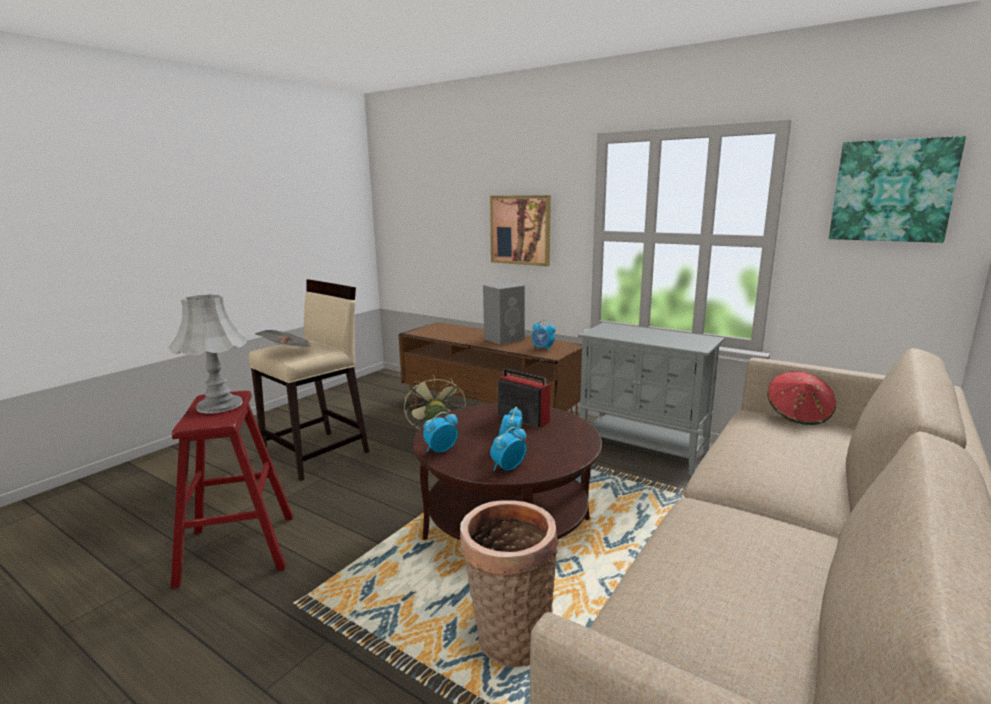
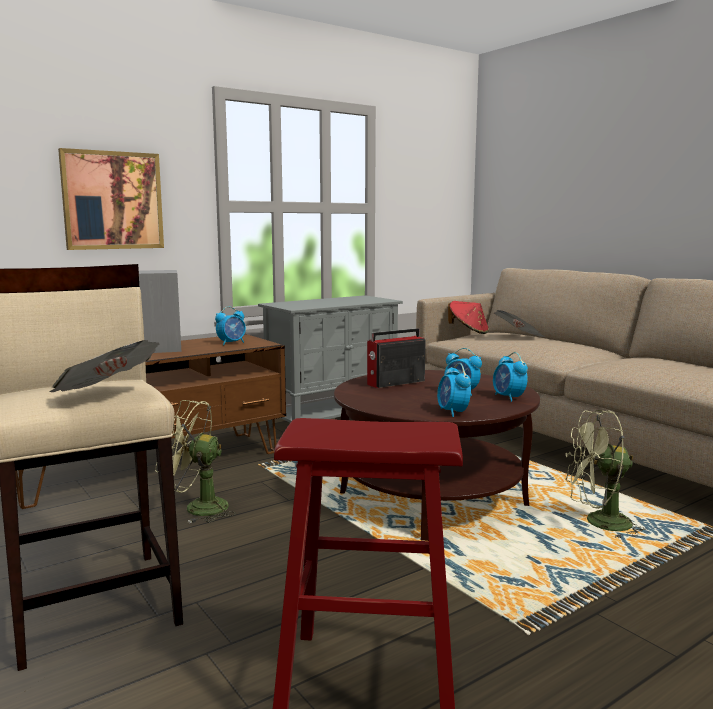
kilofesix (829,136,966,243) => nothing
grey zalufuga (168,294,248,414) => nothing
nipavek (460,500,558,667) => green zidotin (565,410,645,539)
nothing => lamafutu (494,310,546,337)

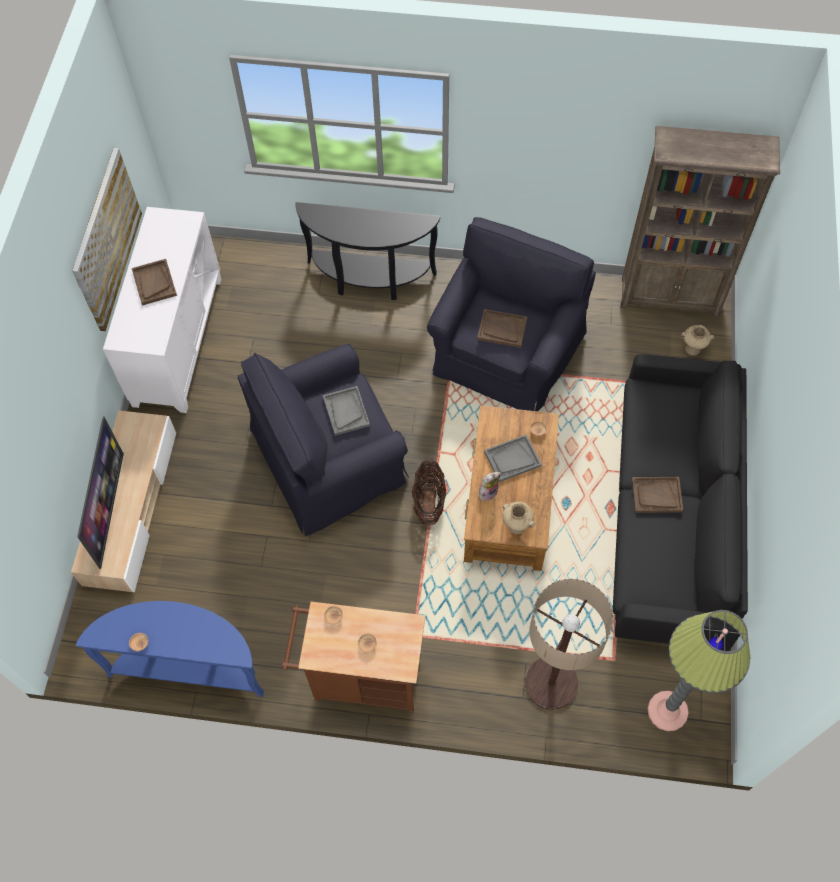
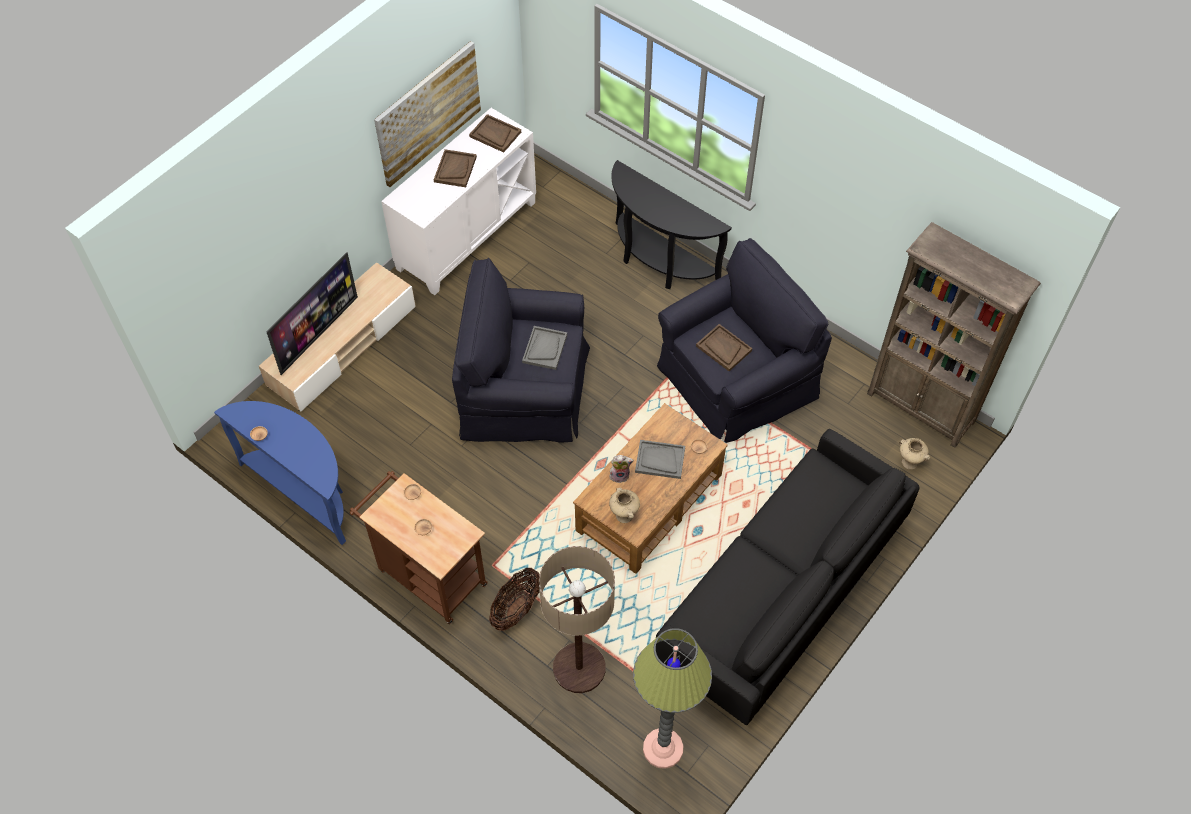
nipavek (412,460,446,525) => nipavek (489,568,540,631), shifted
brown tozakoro (632,477,683,513) => brown tozakoro (469,114,521,153), shifted

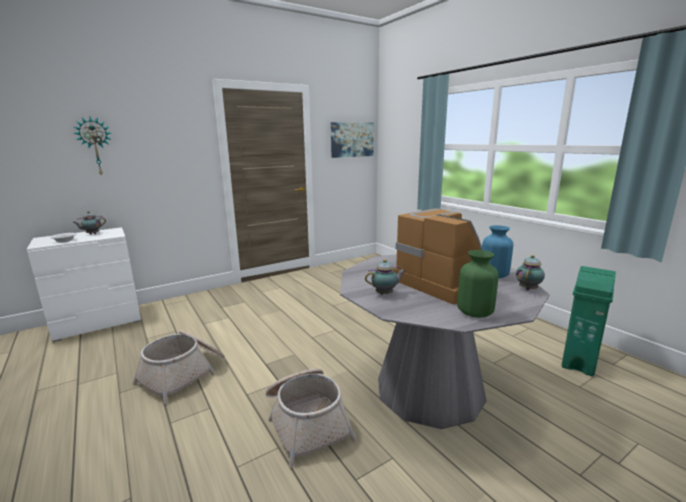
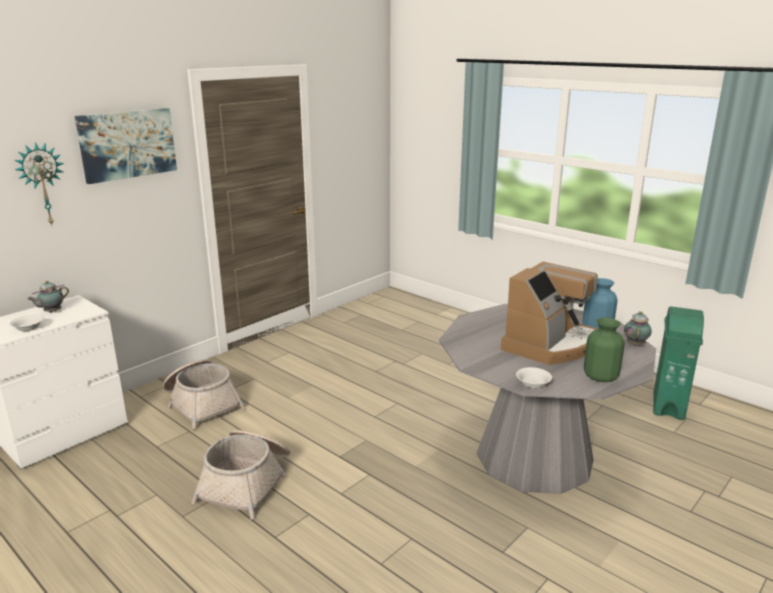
kilofesix (331,122,374,158) => kilofesix (75,108,177,184), shifted
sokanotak (394,208,482,305) => sokanotak (501,262,598,365), 90 degrees clockwise
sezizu (365,259,405,295) => nothing
nipavek (266,368,357,468) => nipavek (163,359,246,430), shifted
nothing => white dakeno (516,367,552,388)

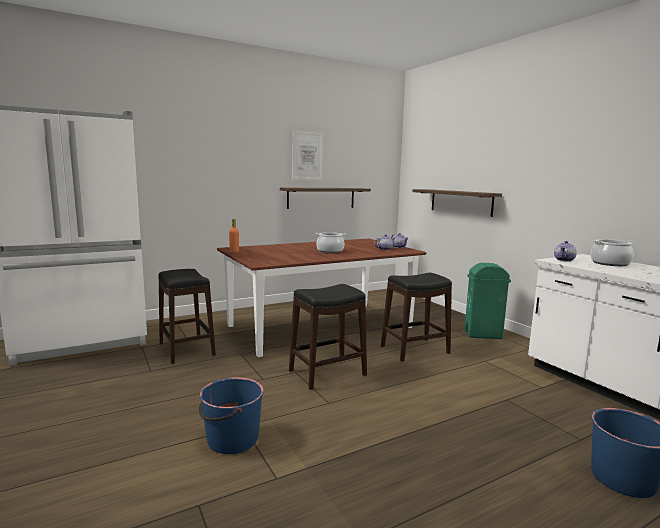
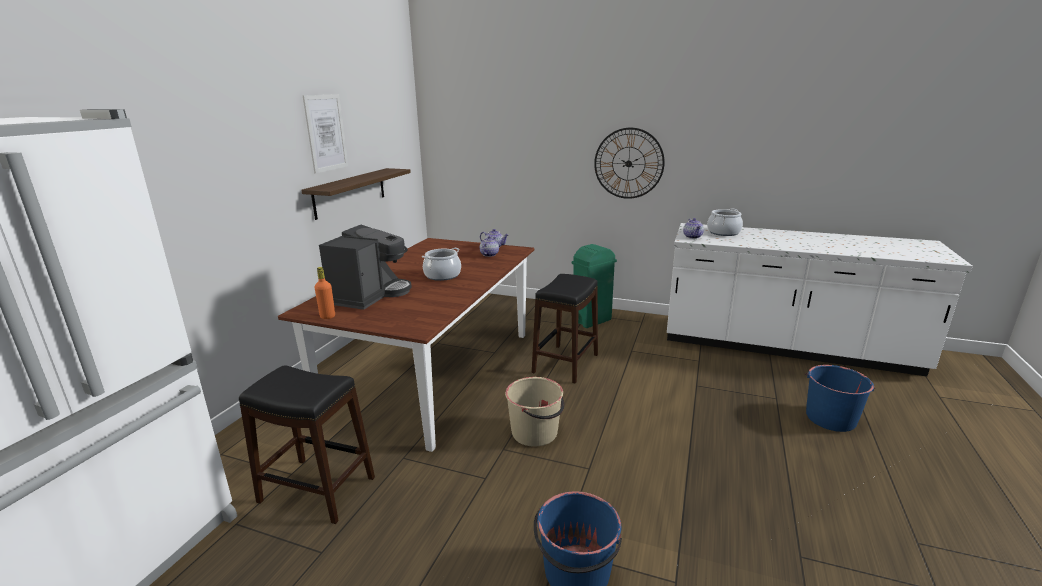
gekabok (412,189,502,217) => nothing
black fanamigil (289,284,367,390) => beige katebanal (505,377,564,447)
nothing => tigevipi (594,128,665,199)
nothing => sokanotak (319,225,412,310)

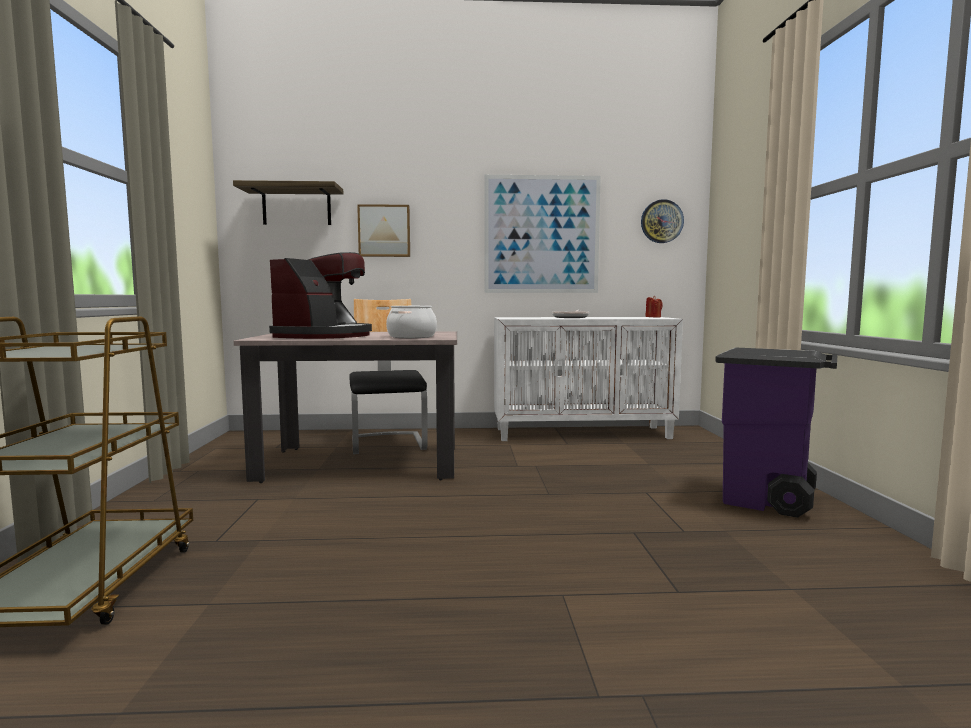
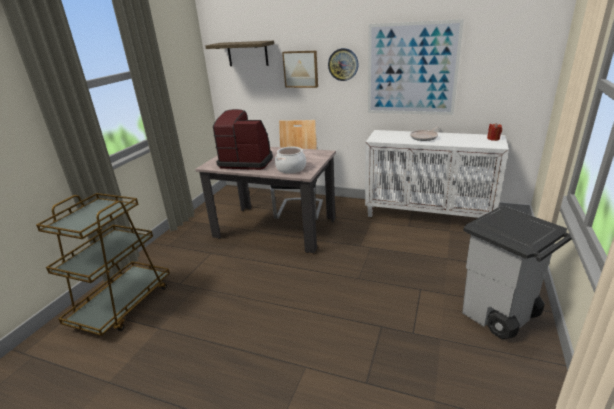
tigevipi (641,199,684,243) => tigevipi (328,48,359,81), shifted
sokanotak (269,252,372,339) => sokanotak (213,109,273,170), 120 degrees counterclockwise
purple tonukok (715,347,838,518) => grey tonukok (462,206,572,339)

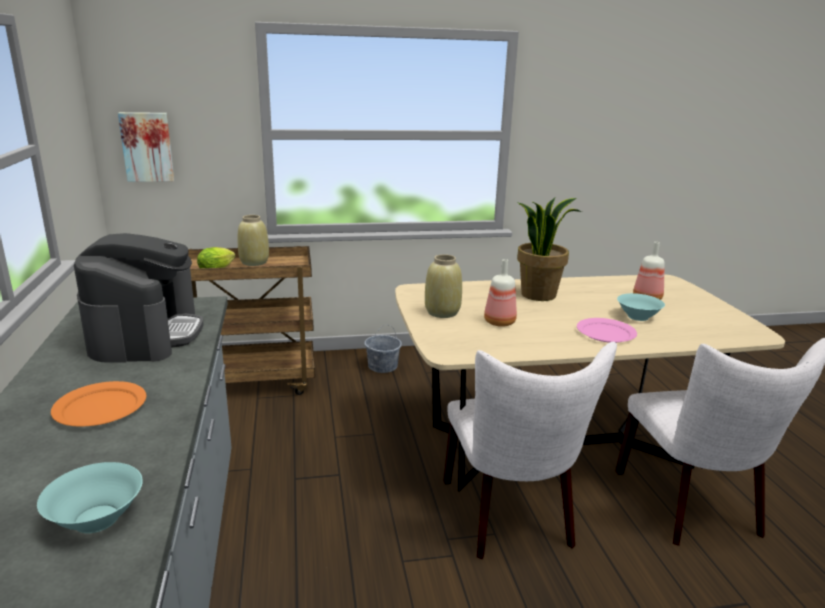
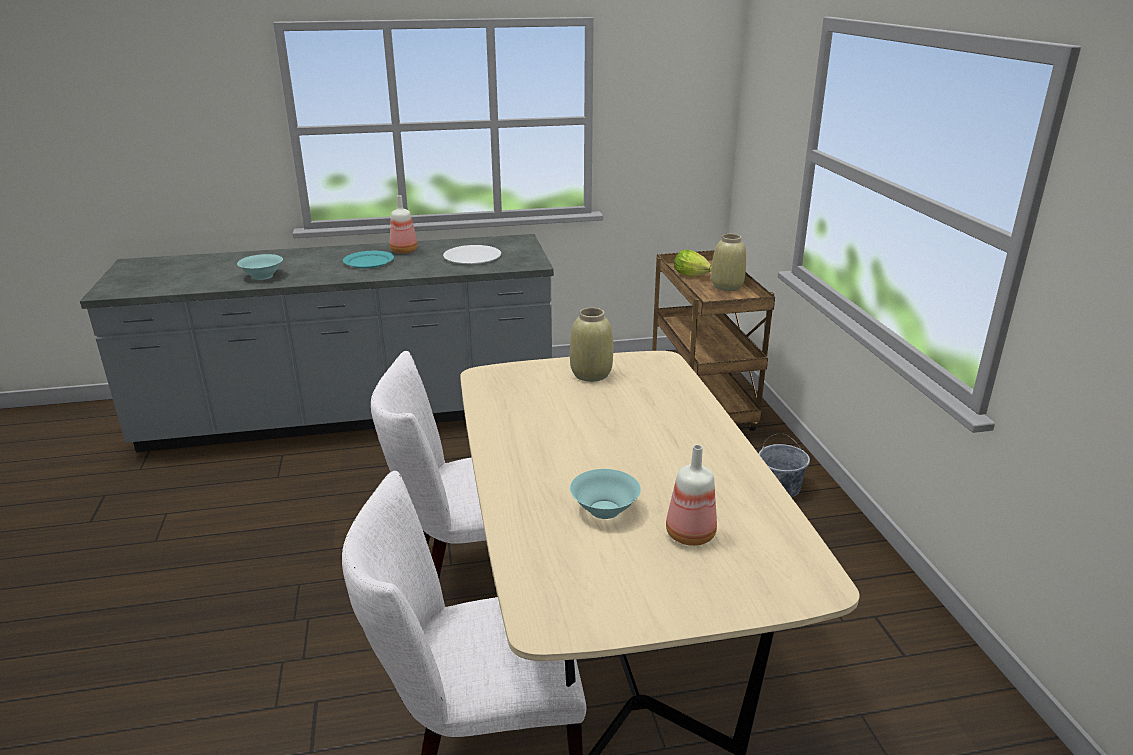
kilofesix (118,112,174,182) => nothing
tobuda (517,198,582,301) => nothing
sokanotak (74,233,204,363) => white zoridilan (443,245,501,264)
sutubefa (484,259,517,327) => sutubefa (390,195,418,254), shifted
pink zoridilan (577,318,637,343) => nothing
orange zoridilan (51,381,146,427) => turquoise zoridilan (343,251,394,268)

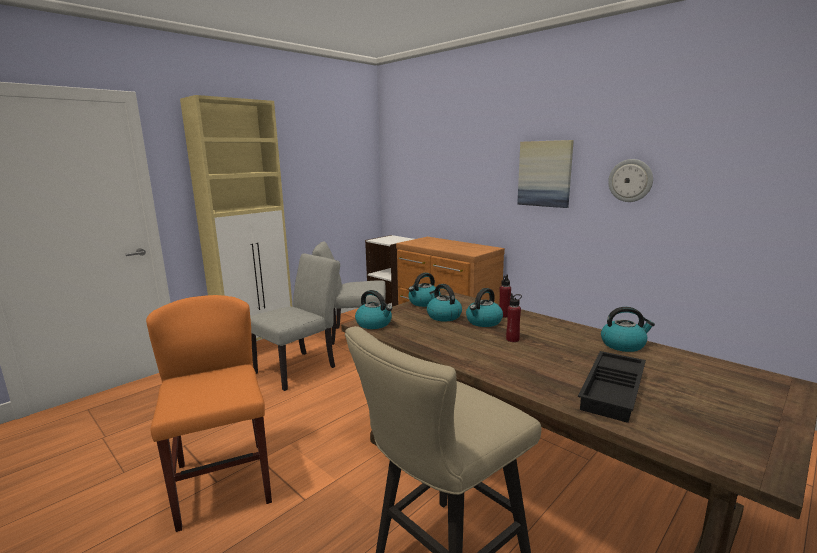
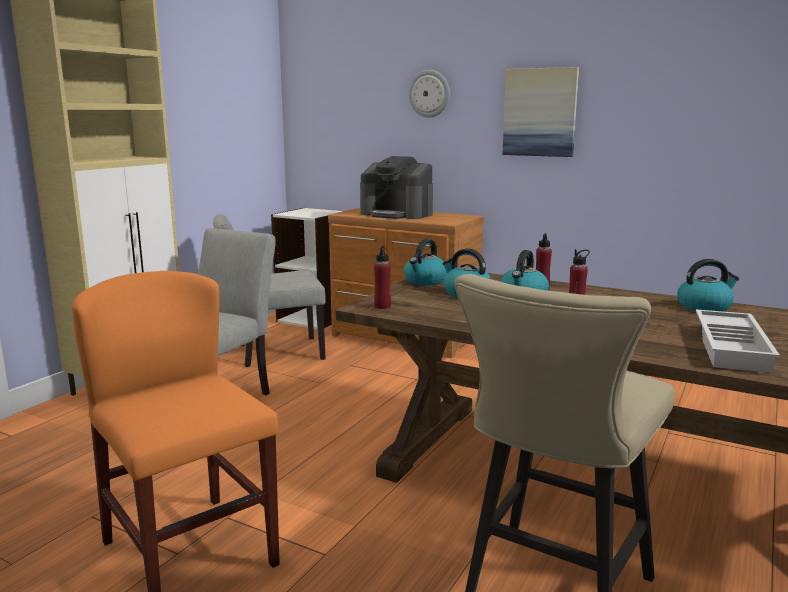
tigevipi (608,159,653,202) => tigevipi (408,70,450,118), shifted
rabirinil (355,290,392,329) => red sutubefa (374,245,391,309)
black tozakoro (578,351,646,423) => white tozakoro (696,309,780,373)
nothing => sokanotak (360,156,433,219)

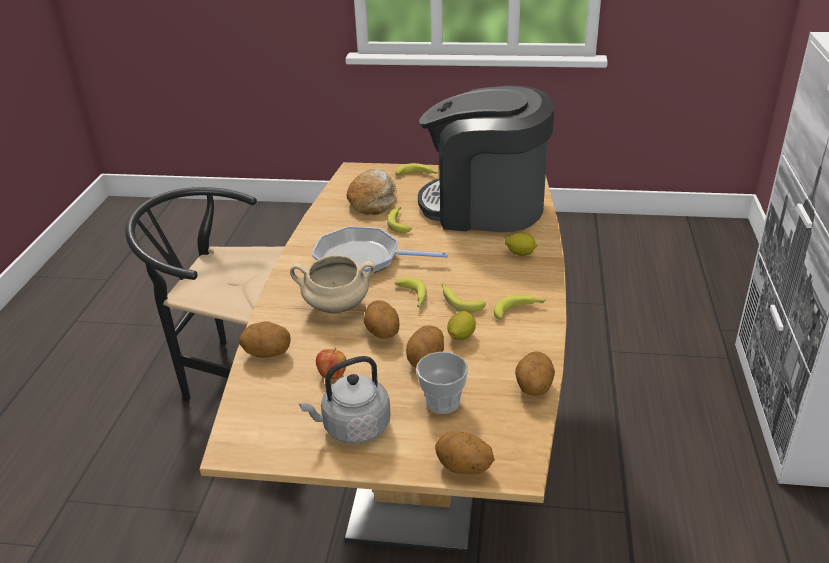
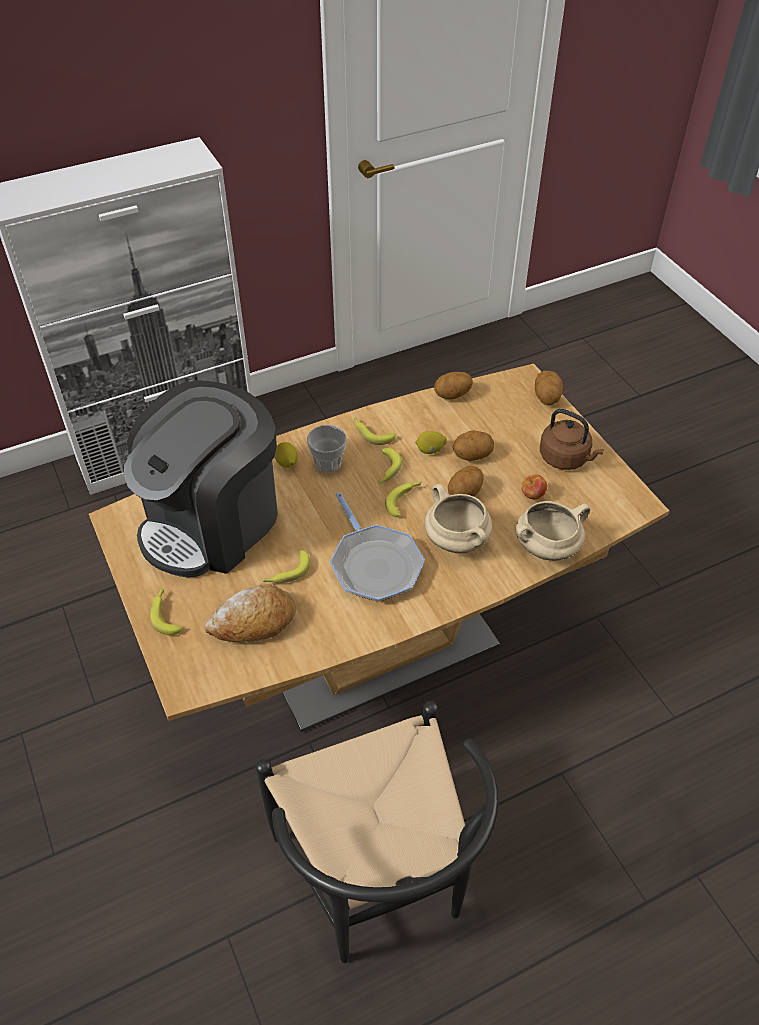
sokanotak (418,85,555,232) => sokanotak (124,380,278,578), 60 degrees clockwise
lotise (239,321,291,358) => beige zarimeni (516,501,590,561)
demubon (416,352,468,414) => demubon (307,425,347,472), shifted
grey rabirinil (299,356,391,443) => brown rabirinil (540,409,604,470)

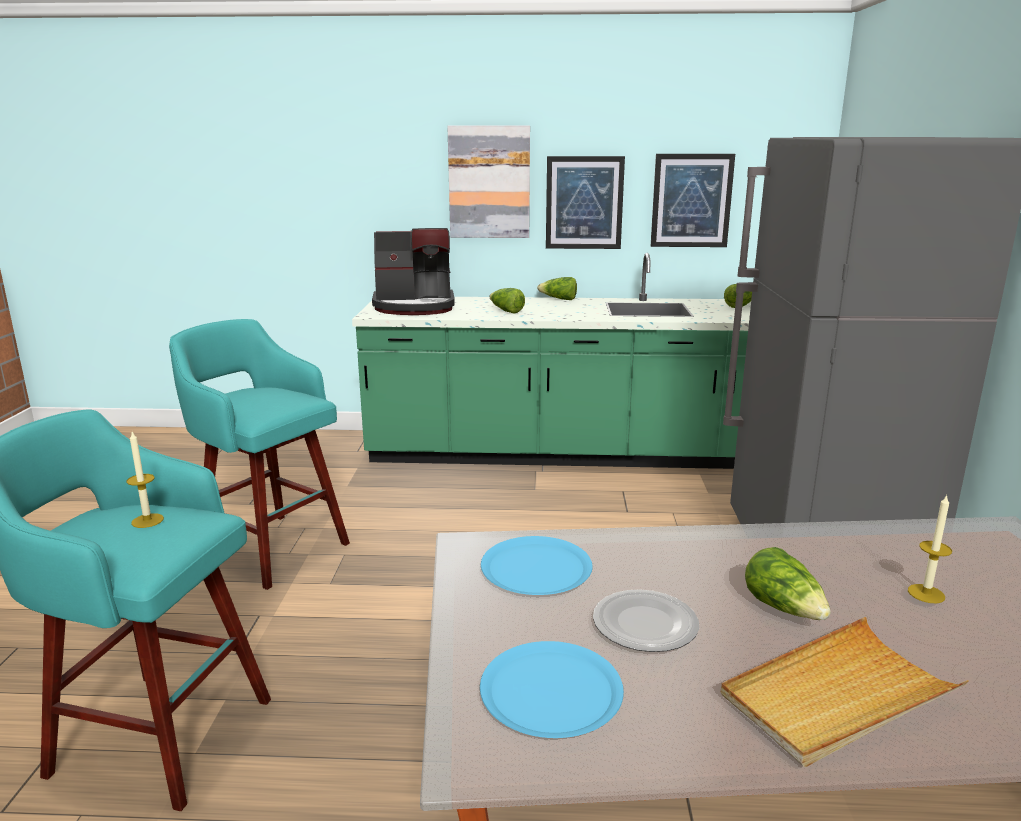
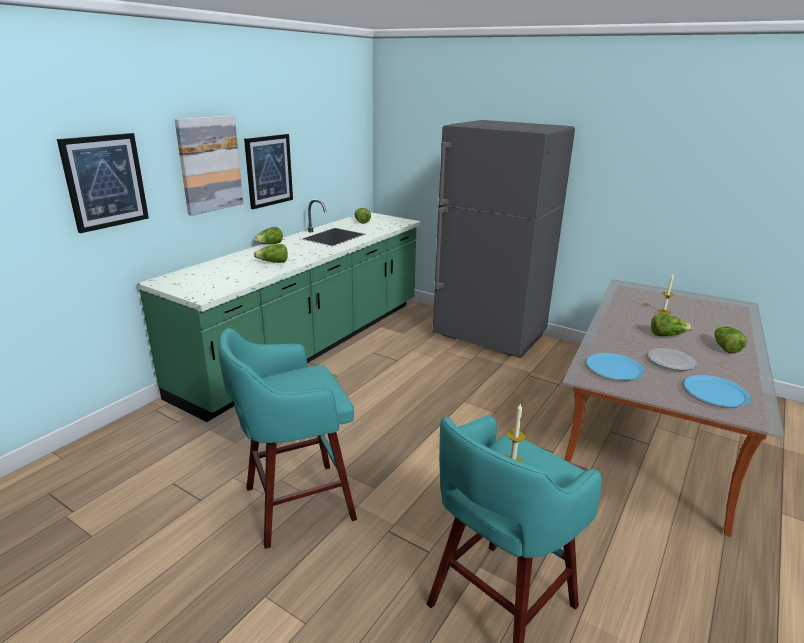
kilofesix (651,154,735,247) => kilofesix (57,133,149,233), shifted
sokanotak (372,228,455,315) => nothing
beige tozakoro (720,617,969,767) => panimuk (715,326,747,353)

